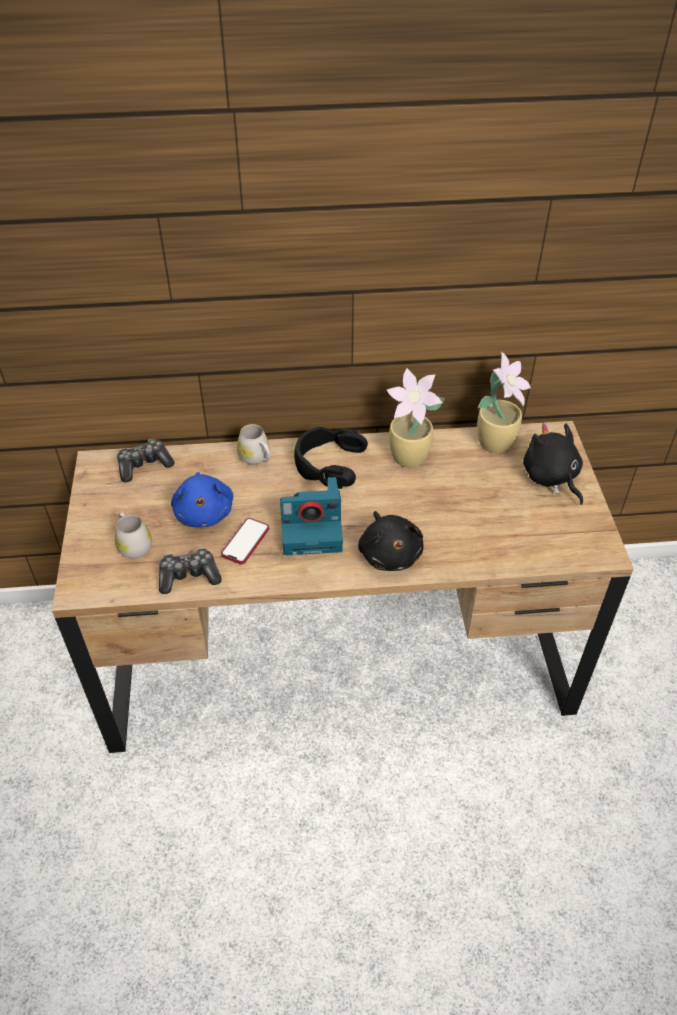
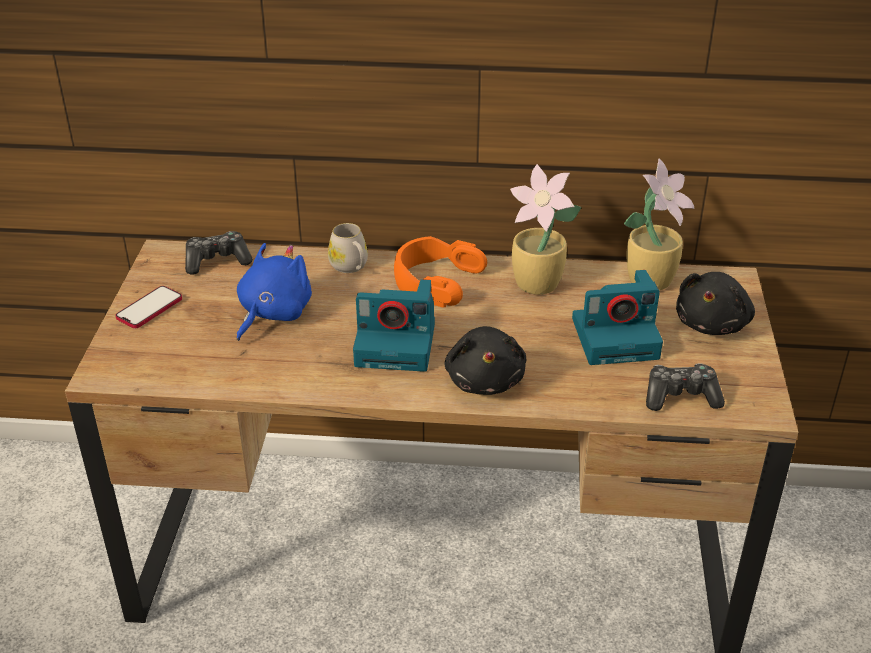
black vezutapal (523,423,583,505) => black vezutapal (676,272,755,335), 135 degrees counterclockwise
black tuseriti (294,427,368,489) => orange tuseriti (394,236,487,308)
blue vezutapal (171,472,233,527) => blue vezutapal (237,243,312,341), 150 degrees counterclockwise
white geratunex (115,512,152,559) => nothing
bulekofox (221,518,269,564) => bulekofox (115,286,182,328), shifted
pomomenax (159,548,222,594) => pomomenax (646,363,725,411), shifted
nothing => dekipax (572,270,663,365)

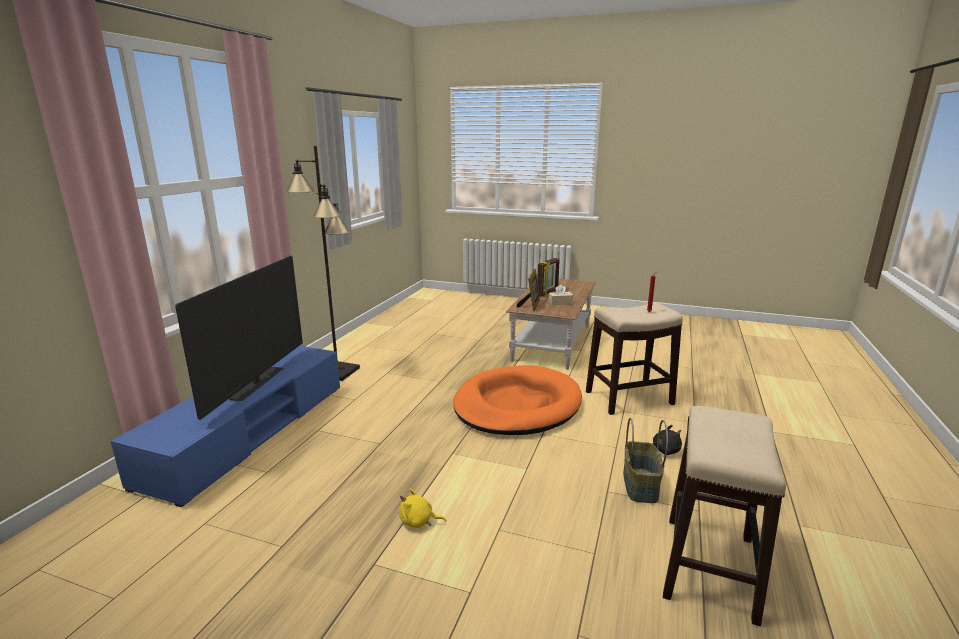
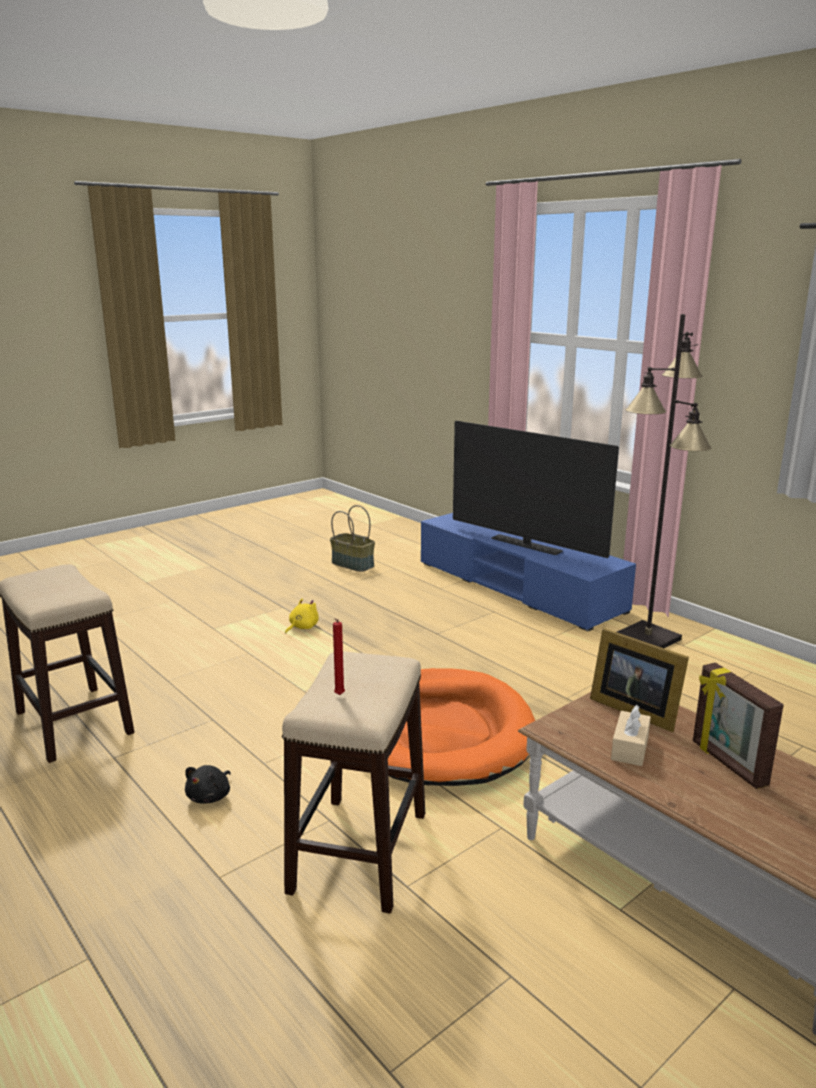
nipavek (623,418,668,503) => nipavek (330,505,375,572), shifted

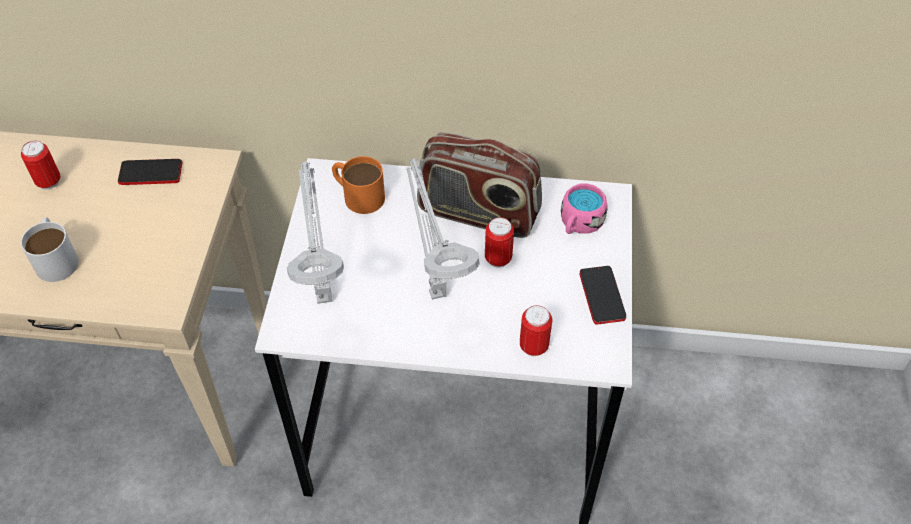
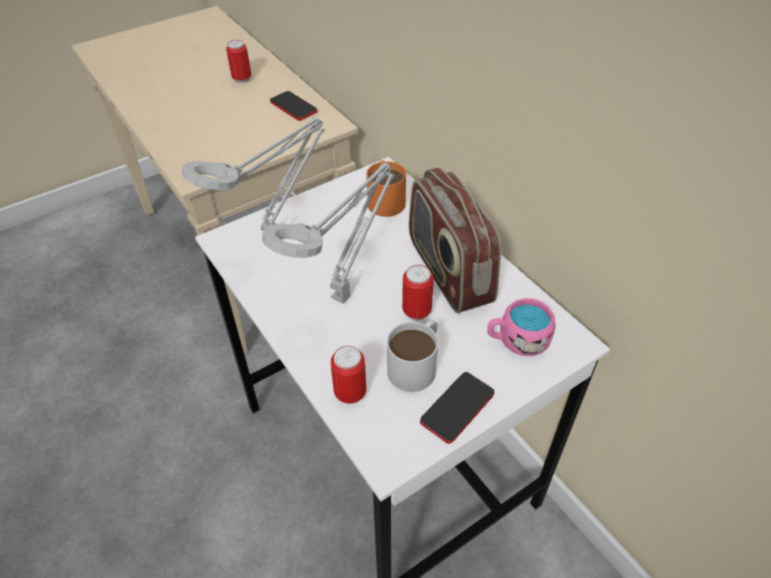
white geratunex (21,217,79,282) => white geratunex (387,320,438,392), shifted

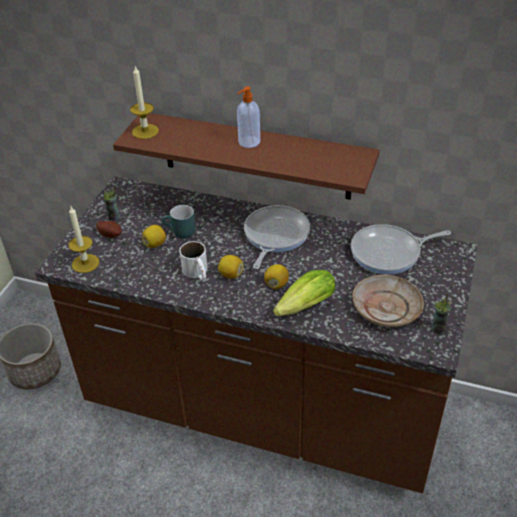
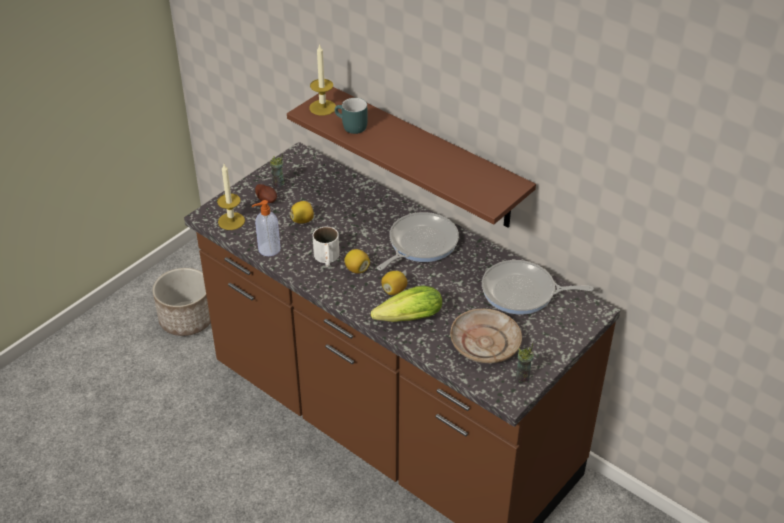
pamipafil (237,86,260,148) => pamipafil (252,200,280,256), shifted
turquoise geratunex (161,205,196,239) => turquoise geratunex (335,98,368,134), shifted

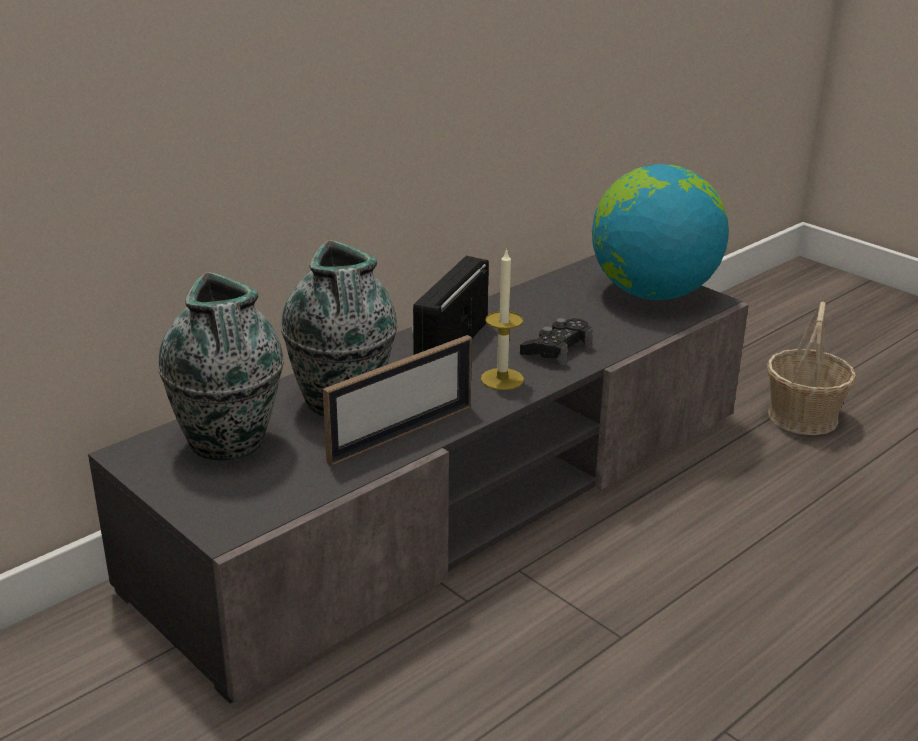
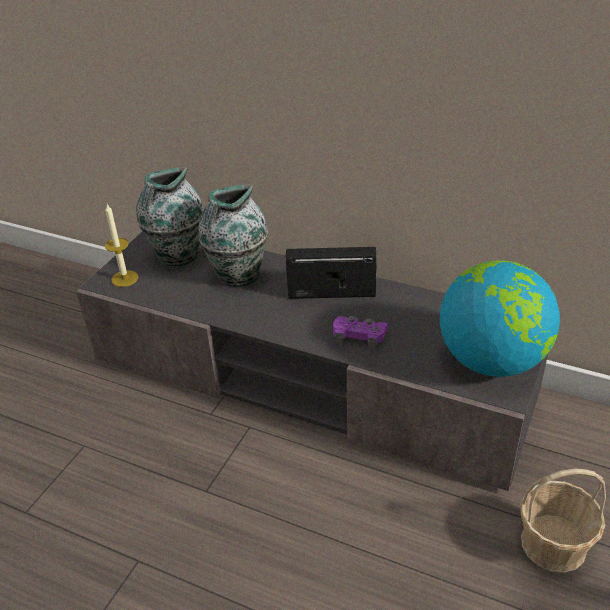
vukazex (481,248,524,390) => vukazex (105,204,138,287), shifted
black pomomenax (520,318,593,366) => purple pomomenax (333,316,388,350)
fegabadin (323,335,472,466) => nothing

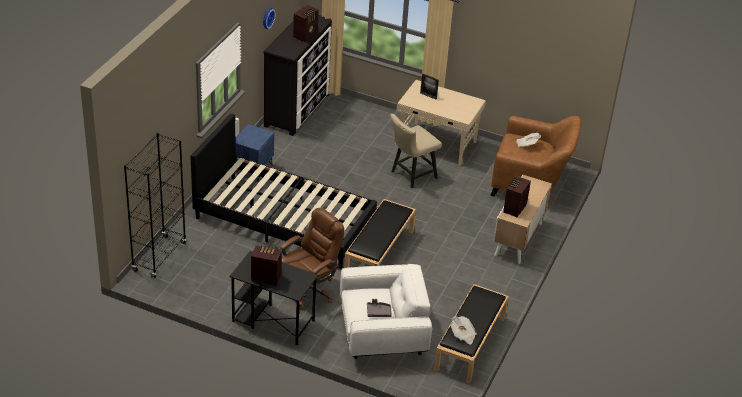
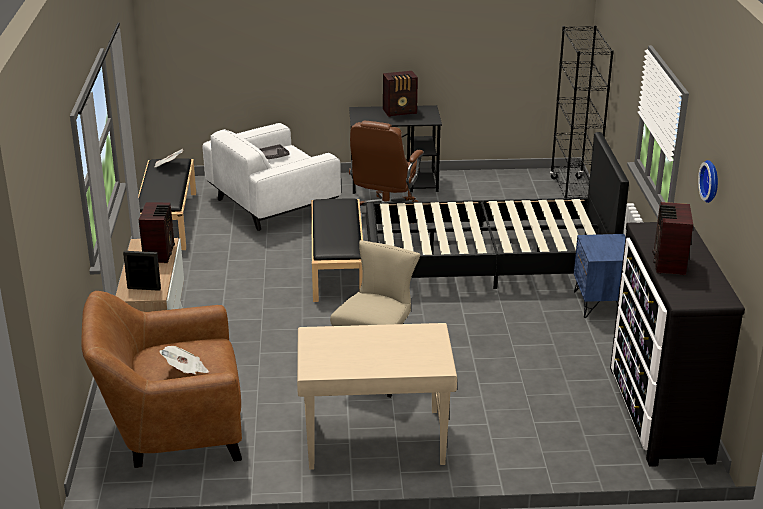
fegabadin (420,74,439,100) => fegabadin (123,251,161,291), shifted

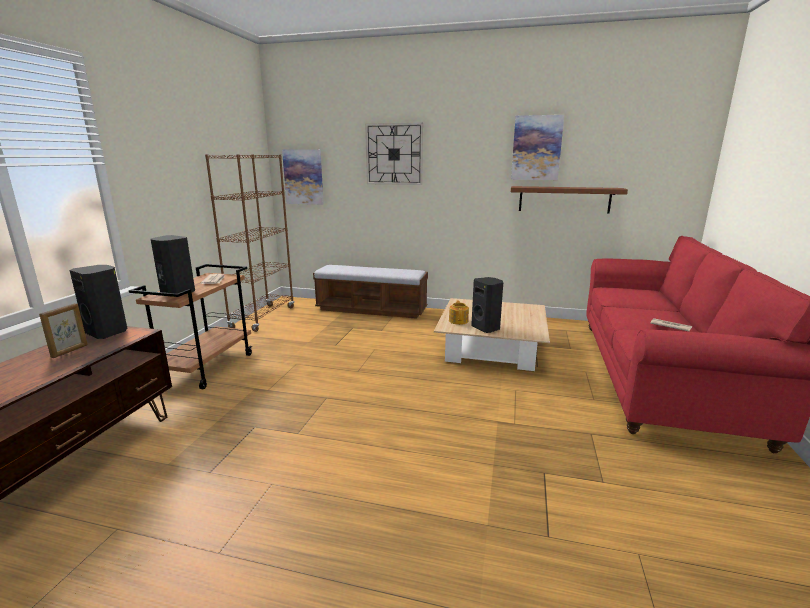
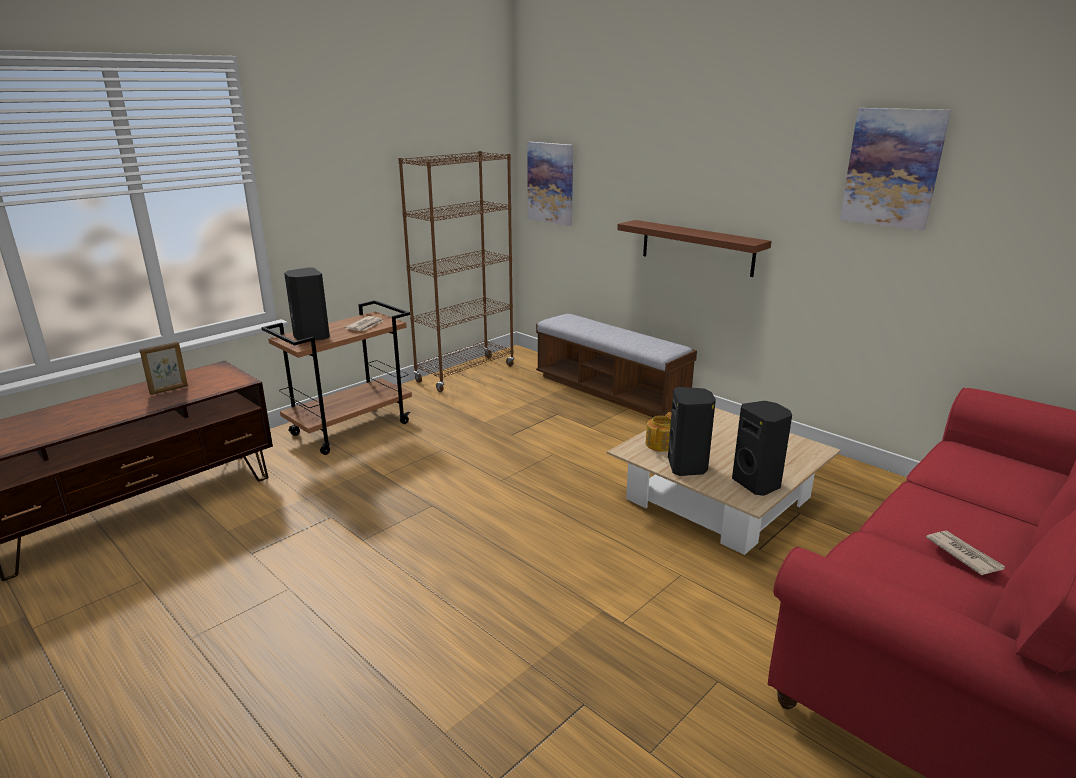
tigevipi (365,123,423,185) => nothing
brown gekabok (511,186,628,214) => brown gekabok (617,220,772,277), shifted
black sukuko (69,265,127,339) => black sukuko (732,401,792,496), shifted

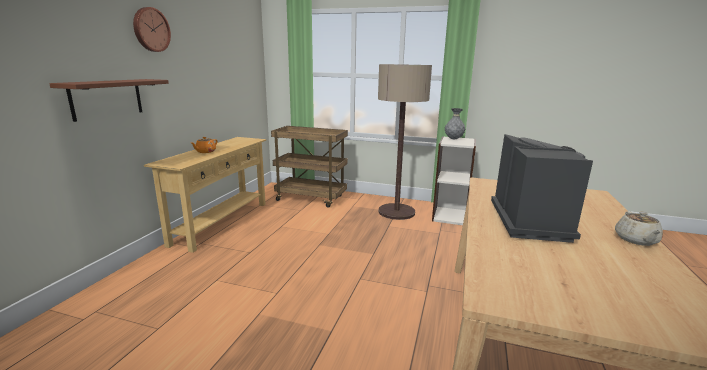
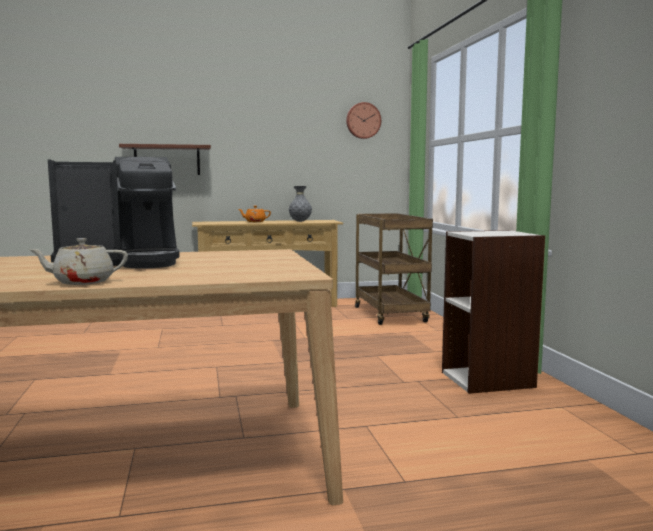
tigevipi (133,7,171,52) => tigevipi (346,102,381,139), shifted
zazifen (378,64,432,220) => nothing
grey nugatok (445,108,465,139) => grey nugatok (289,186,312,222), shifted

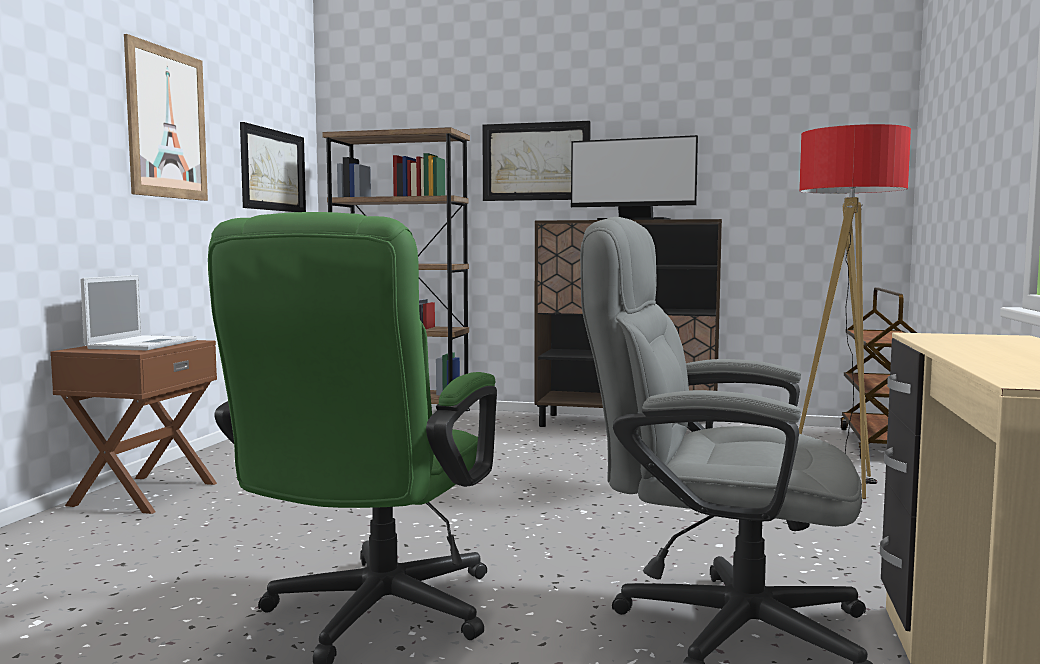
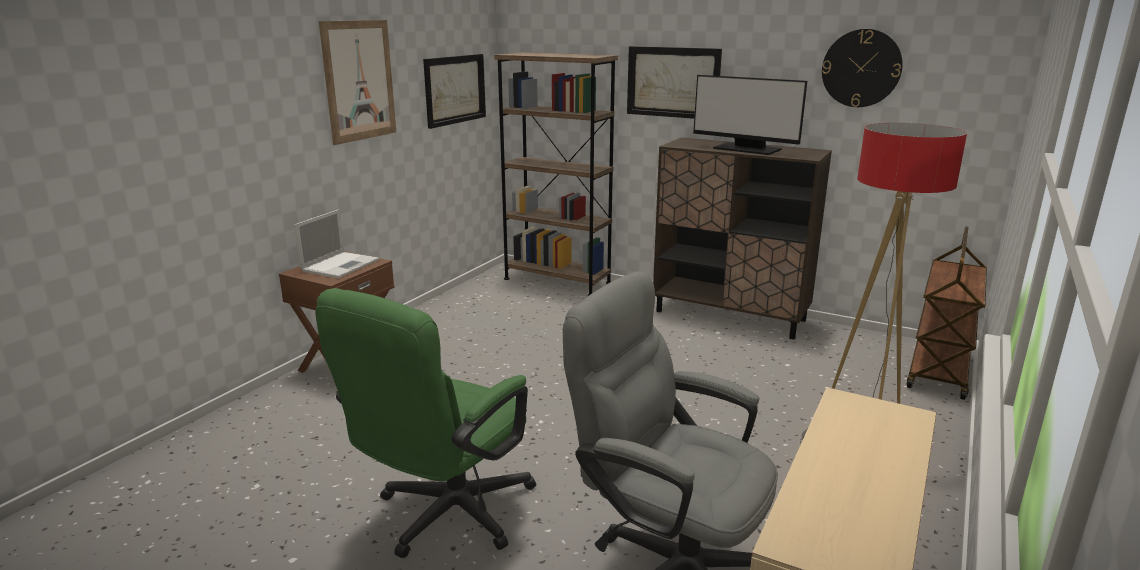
nothing => tigevipi (822,29,903,107)

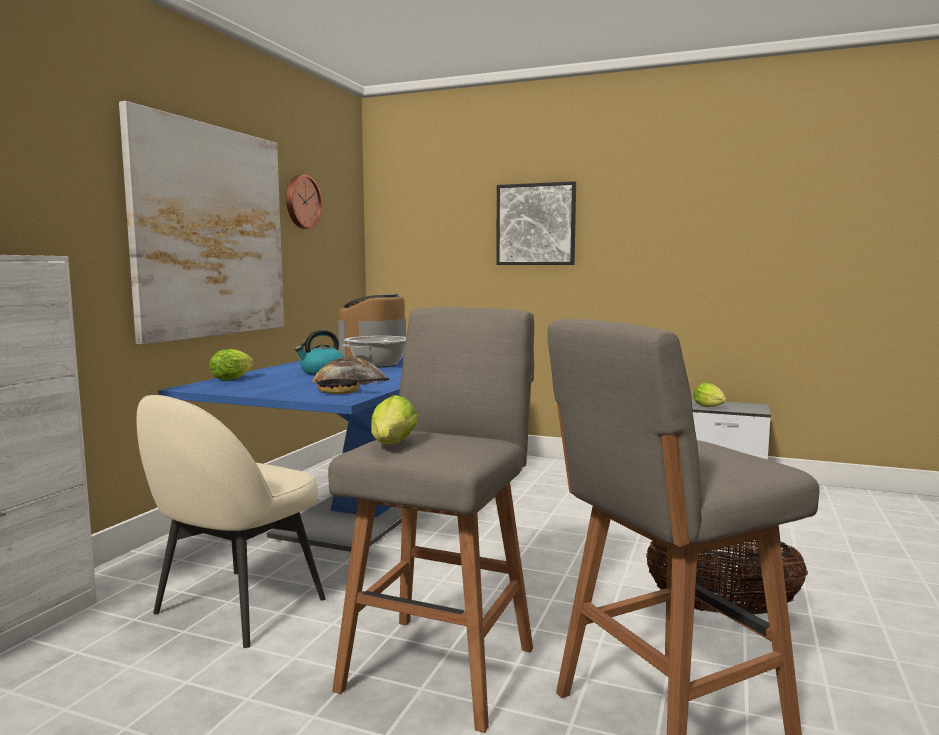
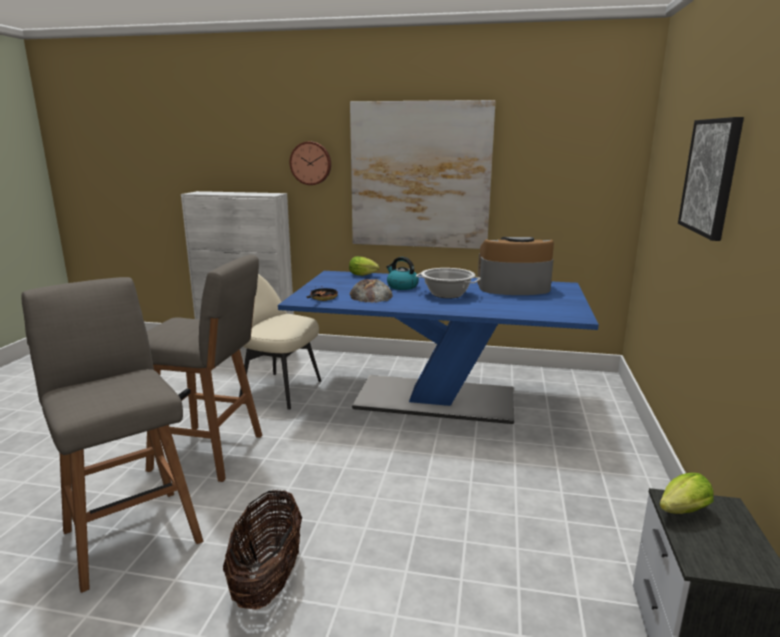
tigevipi (286,175,322,229) => tigevipi (290,141,331,185), shifted
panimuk (371,395,419,444) => nothing

